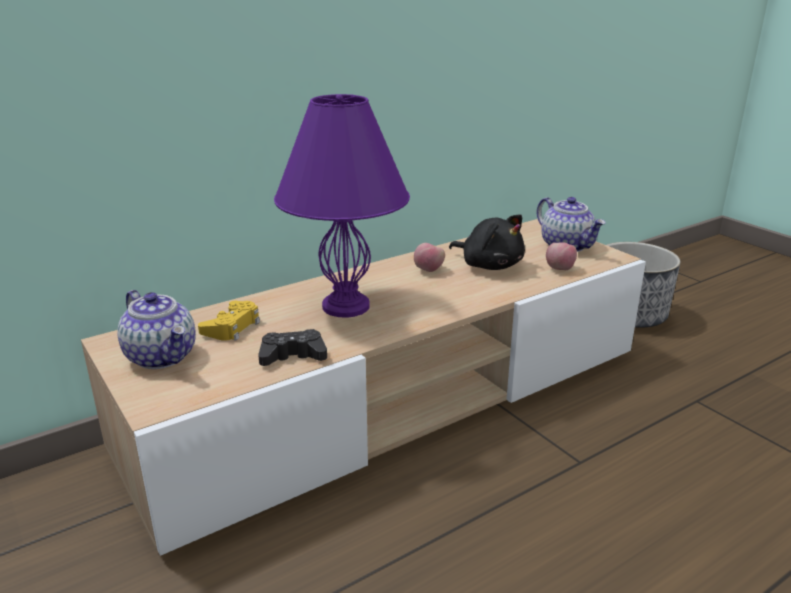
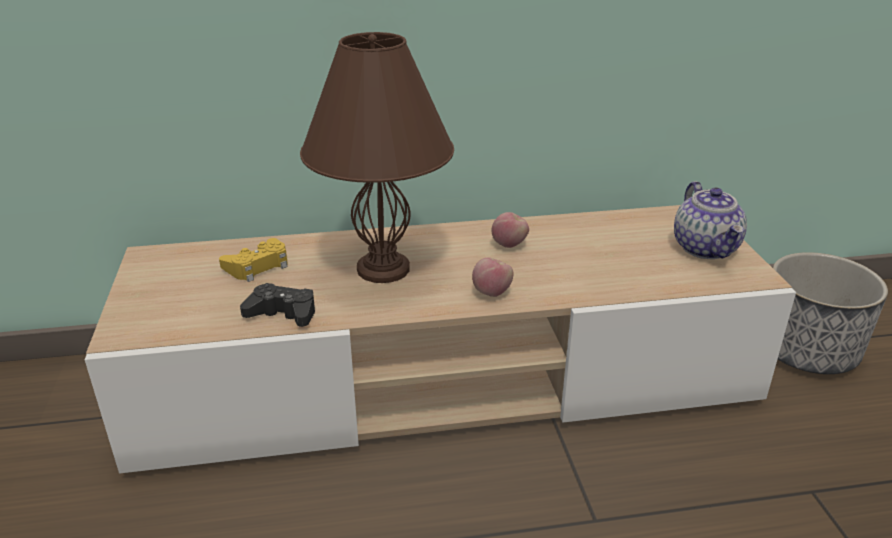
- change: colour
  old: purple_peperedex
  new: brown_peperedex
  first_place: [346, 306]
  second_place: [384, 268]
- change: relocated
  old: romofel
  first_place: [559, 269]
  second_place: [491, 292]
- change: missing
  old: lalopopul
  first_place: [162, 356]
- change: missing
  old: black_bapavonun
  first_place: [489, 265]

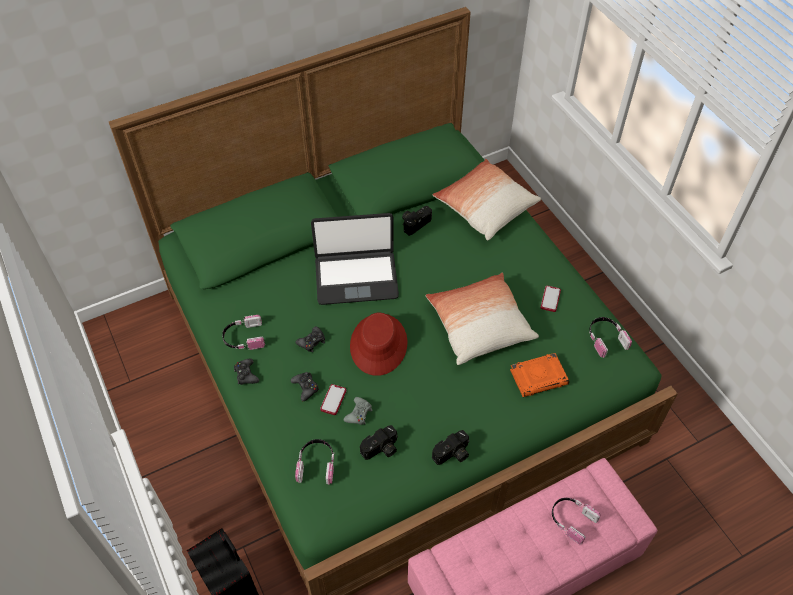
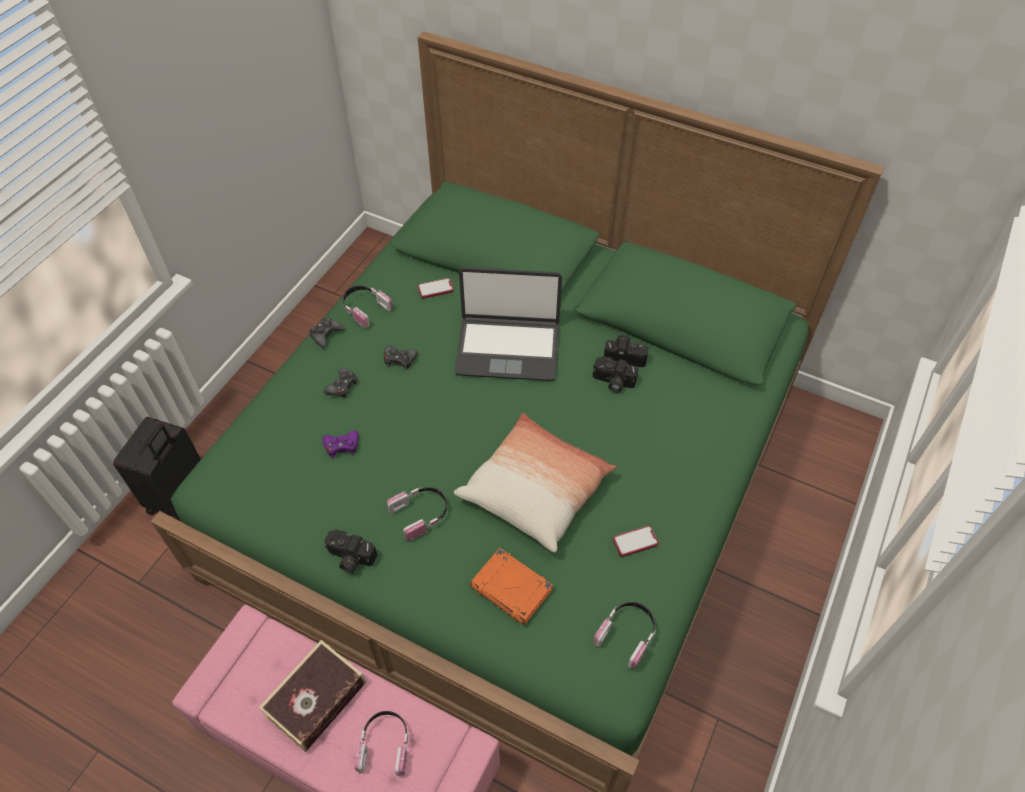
- change: appeared
  new: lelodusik
  second_place: [316, 699]
- change: colour
  old: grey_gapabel
  new: purple_gapabel
  first_place: [359, 414]
  second_place: [342, 446]
- change: relocated
  old: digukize
  first_place: [316, 464]
  second_place: [421, 514]
- change: relocated
  old: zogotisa
  first_place: [333, 400]
  second_place: [435, 289]
- change: spun
  old: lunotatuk
  first_place: [356, 277]
  second_place: [508, 348]
  degrees: -45
- change: relocated
  old: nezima
  first_place: [381, 449]
  second_place: [612, 382]
- change: missing
  old: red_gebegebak
  first_place: [379, 345]
- change: missing
  old: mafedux
  first_place: [485, 208]

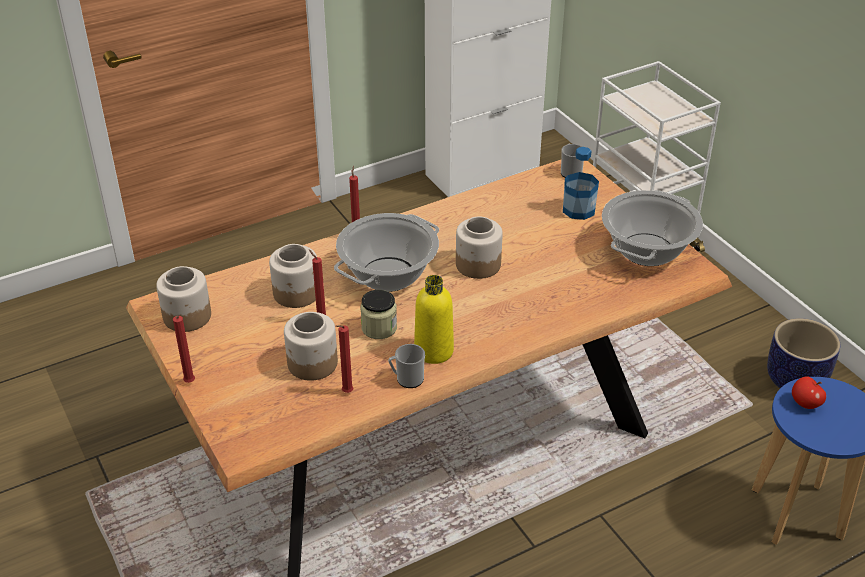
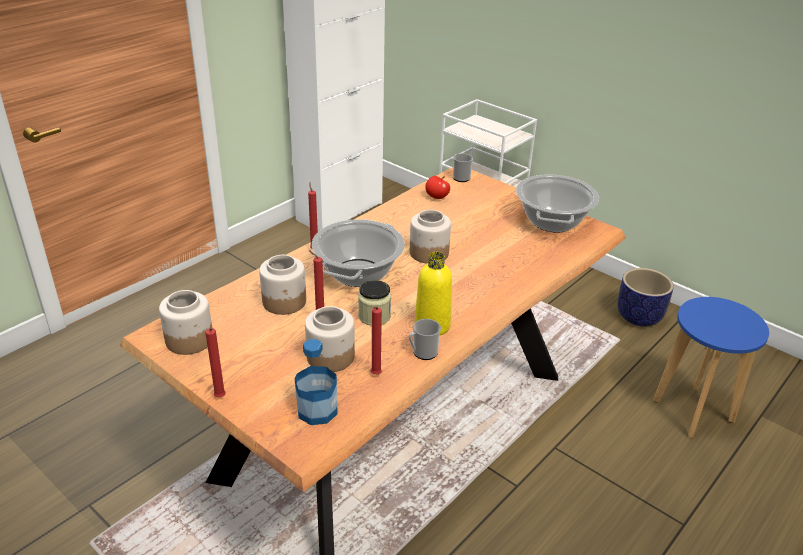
- change: relocated
  old: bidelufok
  first_place: [578, 210]
  second_place: [317, 410]
- change: relocated
  old: romofel
  first_place: [805, 403]
  second_place: [436, 197]

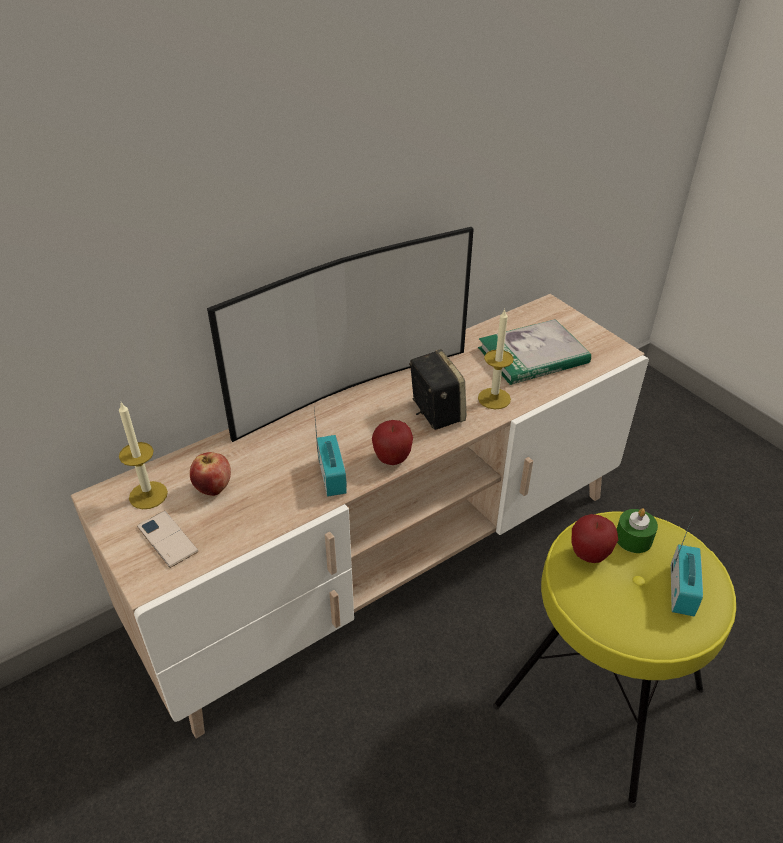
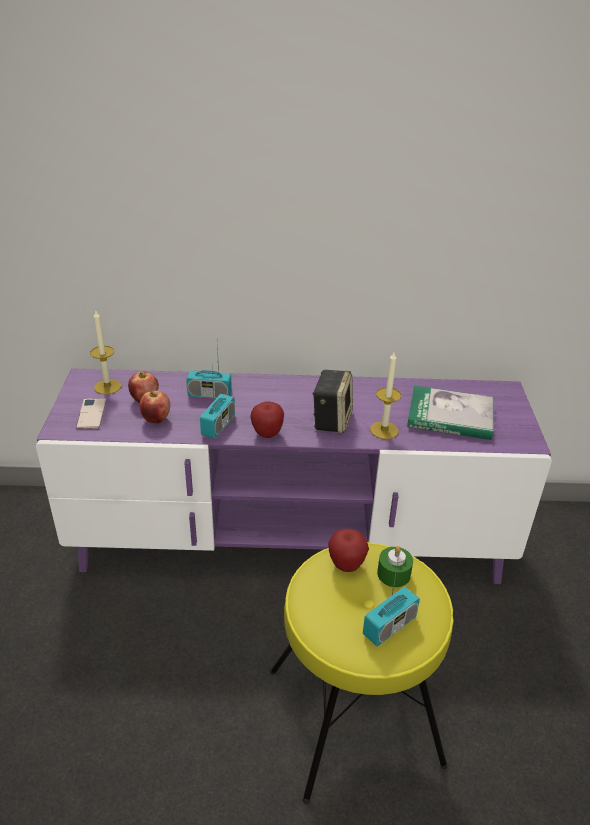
- change: colour
  old: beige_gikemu
  new: purple_gikemu
  first_place: [390, 562]
  second_place: [291, 539]
- change: appeared
  new: romofel
  second_place: [156, 419]
- change: appeared
  new: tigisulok
  second_place: [209, 394]
- change: missing
  old: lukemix
  first_place: [349, 387]

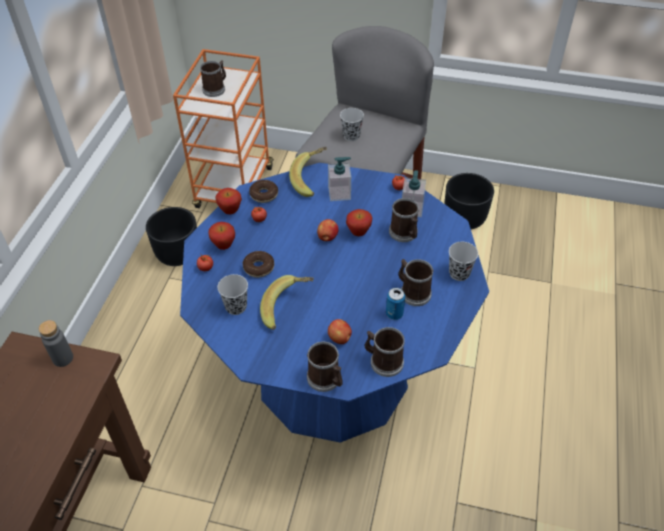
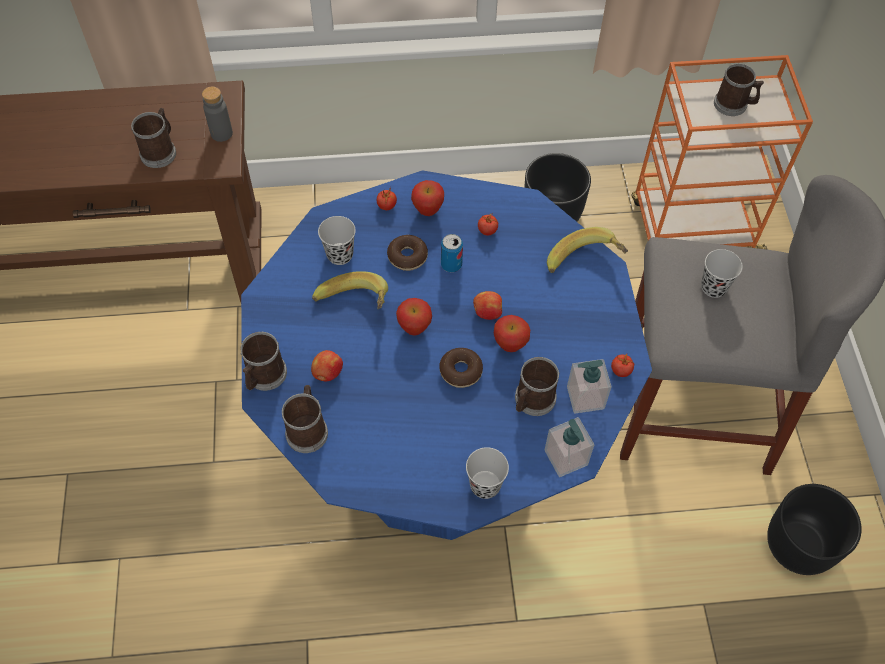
- change: relocated
  old: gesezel
  first_place: [412, 292]
  second_place: [160, 151]
- change: relocated
  old: romofel
  first_place: [230, 211]
  second_place: [414, 328]
- change: relocated
  old: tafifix
  first_place: [264, 195]
  second_place: [460, 371]
- change: relocated
  old: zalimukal
  first_place: [394, 314]
  second_place: [451, 265]
- change: relocated
  old: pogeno
  first_place: [339, 193]
  second_place: [566, 458]

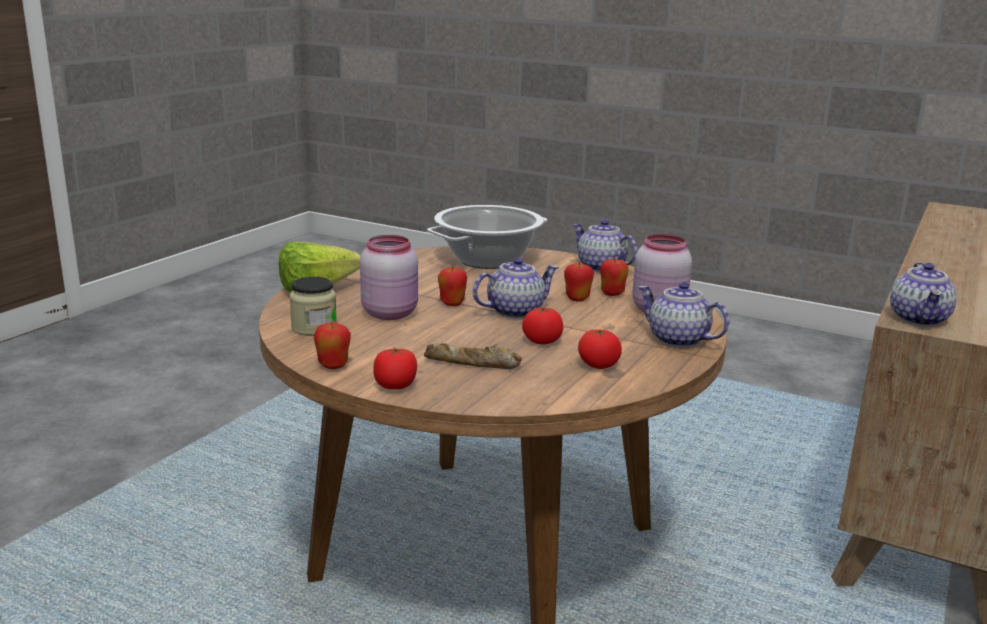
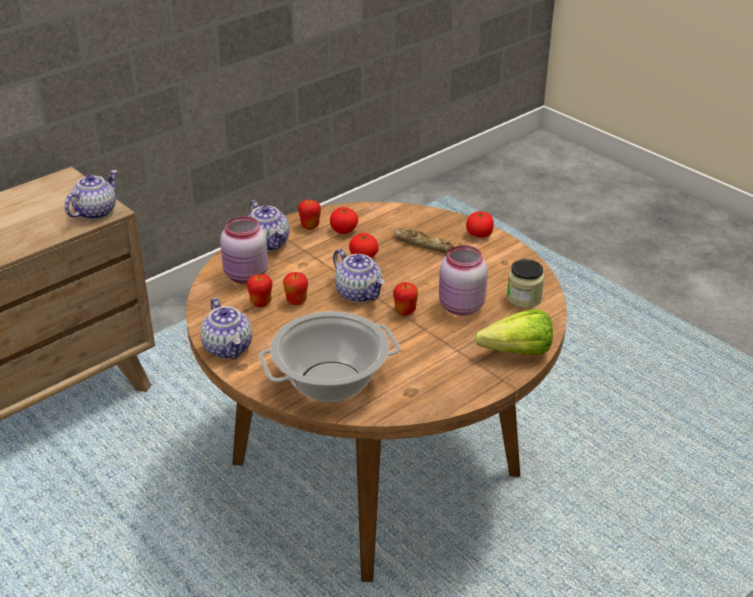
- change: relocated
  old: romofel
  first_place: [333, 366]
  second_place: [310, 226]
- change: spun
  old: lalopopul
  first_place: [515, 311]
  second_place: [359, 293]
  degrees: -120

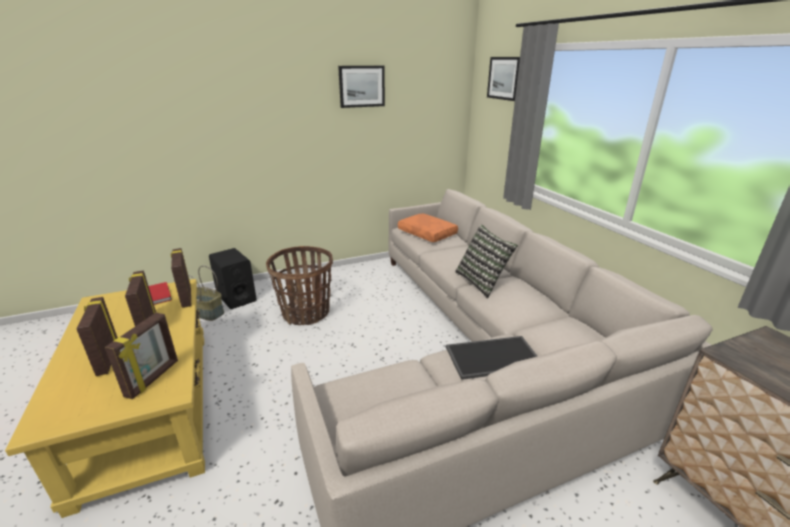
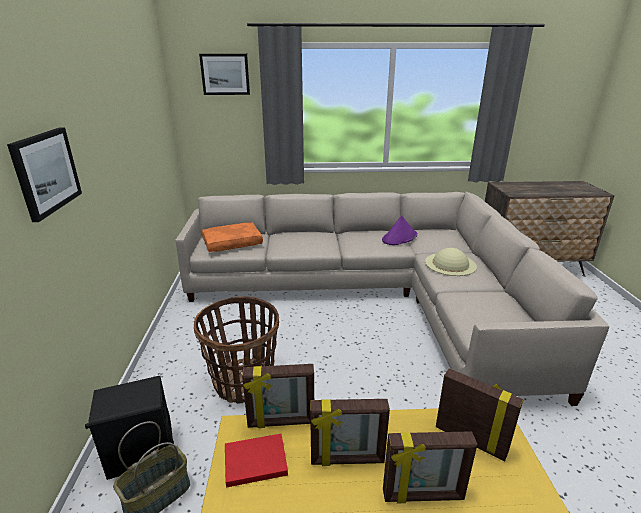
- change: relocated
  old: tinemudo
  first_place: [361, 86]
  second_place: [46, 172]
- change: appeared
  new: purple_gebegebak
  second_place: [399, 238]
- change: exchanged
  old: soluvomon
  new: beige_gebegebak
  first_place: [493, 358]
  second_place: [450, 264]
- change: missing
  old: mafedux
  first_place: [482, 282]

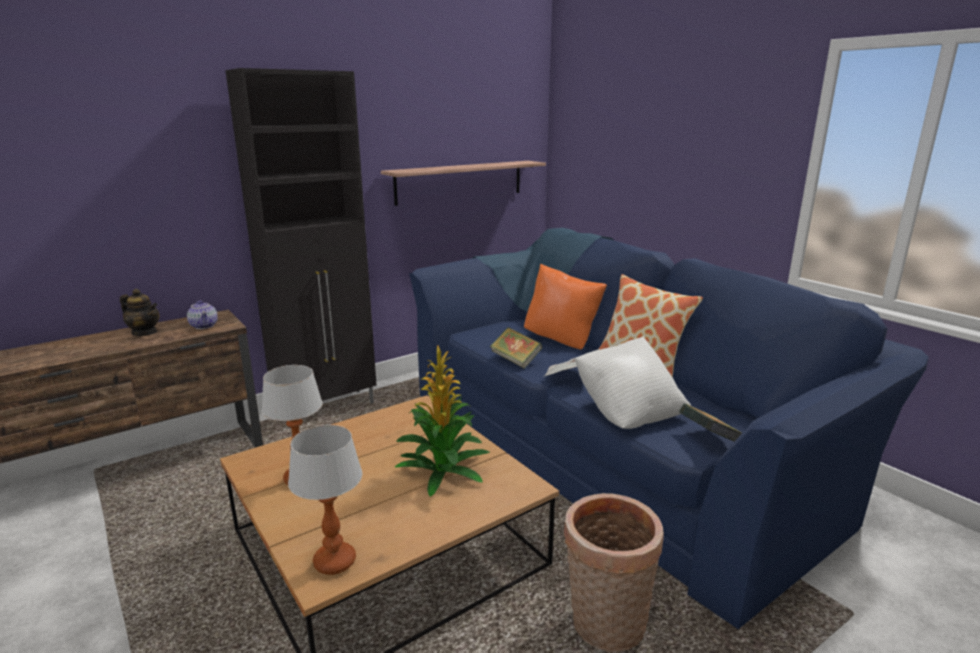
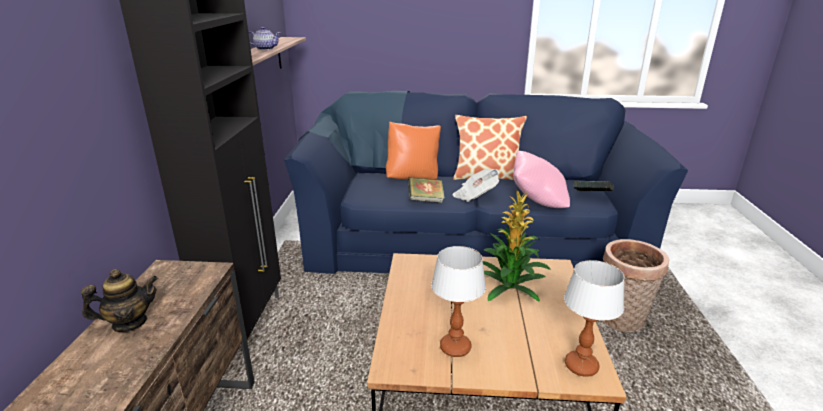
- change: relocated
  old: lalopopul
  first_place: [204, 325]
  second_place: [265, 49]
- change: colour
  old: white_mafedux
  new: pink_mafedux
  first_place: [628, 412]
  second_place: [538, 201]

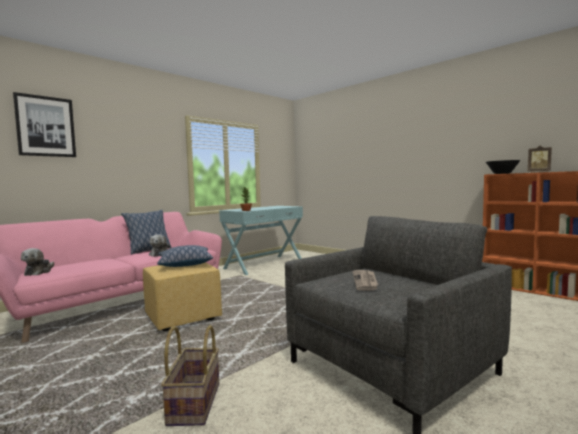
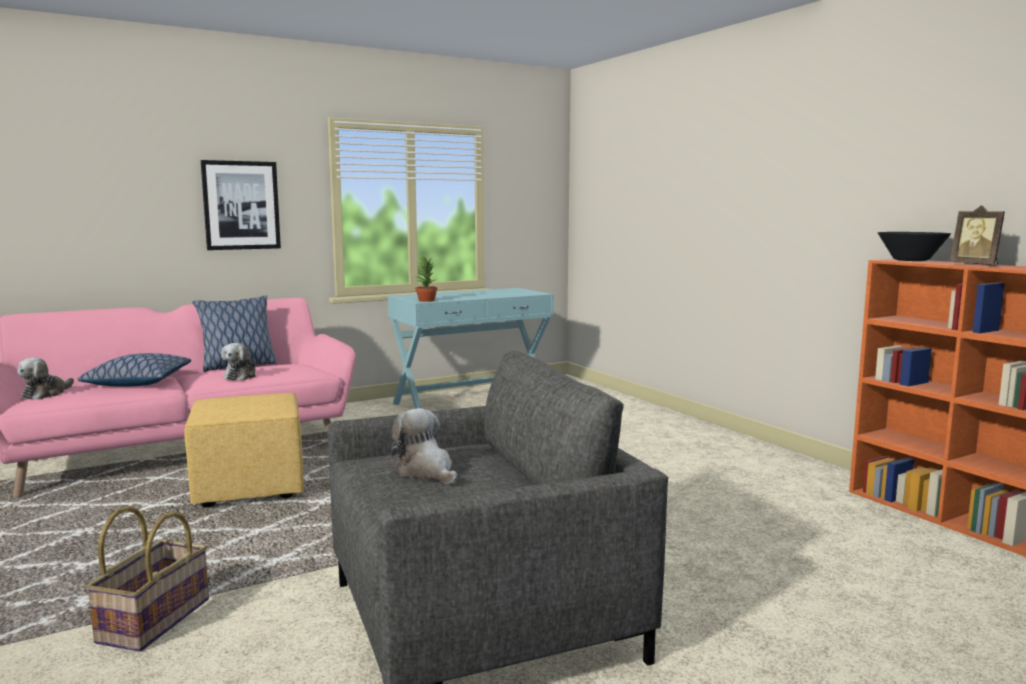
- change: relocated
  old: mafedux
  first_place: [184, 264]
  second_place: [137, 382]
- change: relocated
  old: tinemudo
  first_place: [46, 126]
  second_place: [241, 205]
- change: exchanged
  old: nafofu
  new: bapavonun
  first_place: [365, 281]
  second_place: [426, 472]

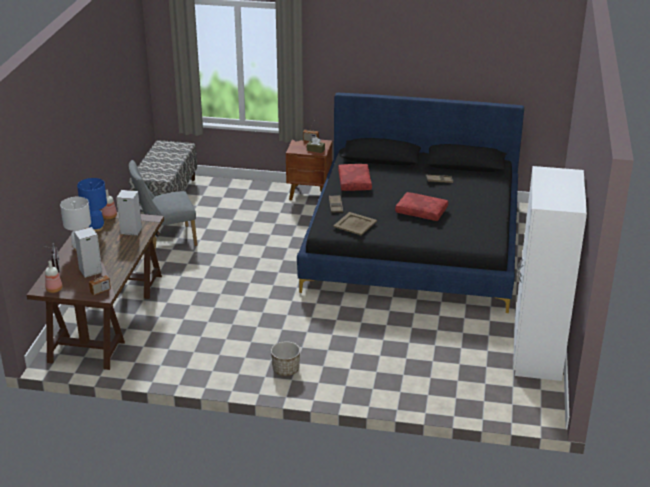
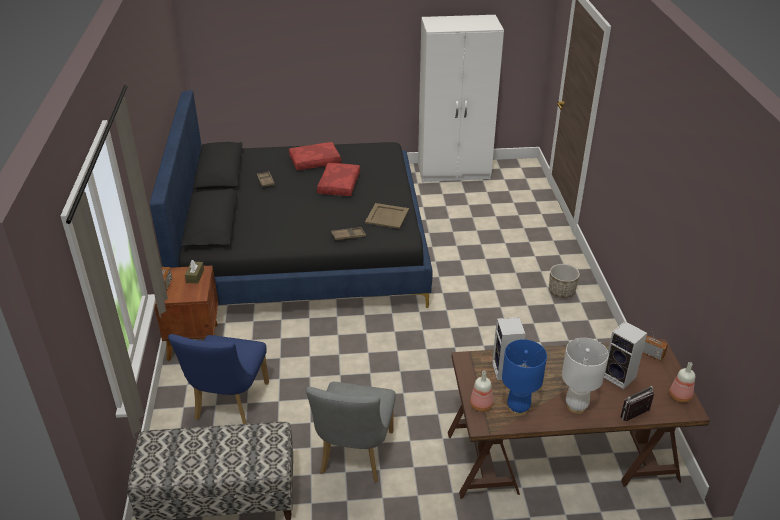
- change: appeared
  new: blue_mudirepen
  second_place: [229, 405]
- change: relocated
  old: red_mafedux
  first_place: [353, 182]
  second_place: [314, 162]
- change: spun
  old: grey_mudirepen
  first_place: [166, 240]
  second_place: [354, 457]
  degrees: 45

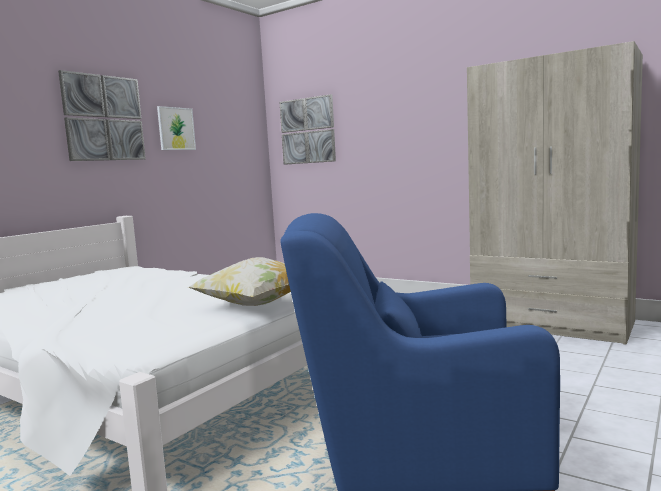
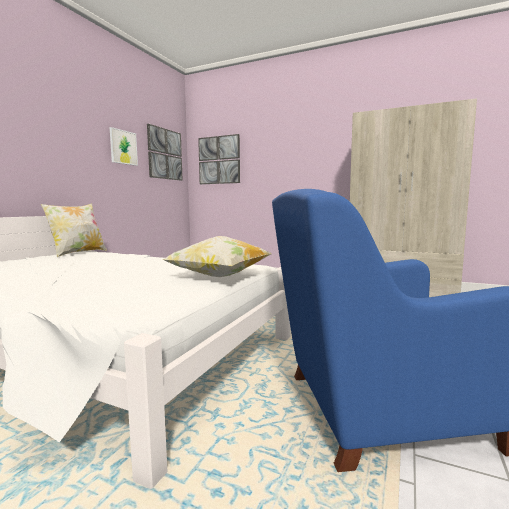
- change: appeared
  new: mafedux
  second_place: [78, 253]
- change: relocated
  old: tinemudo
  first_place: [104, 118]
  second_place: [165, 154]

